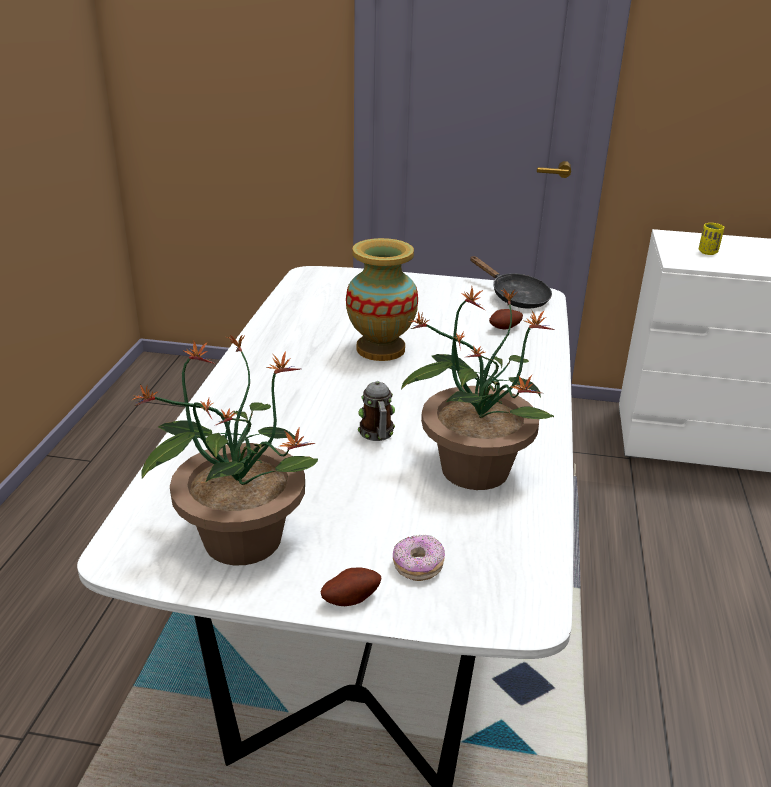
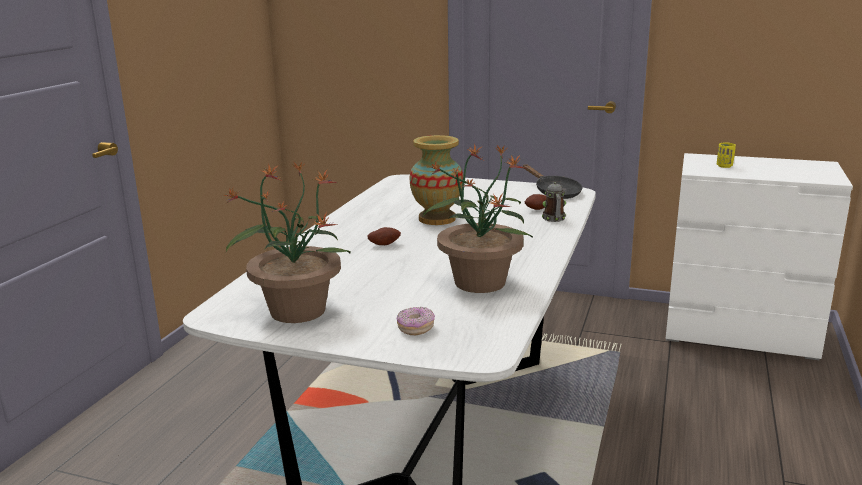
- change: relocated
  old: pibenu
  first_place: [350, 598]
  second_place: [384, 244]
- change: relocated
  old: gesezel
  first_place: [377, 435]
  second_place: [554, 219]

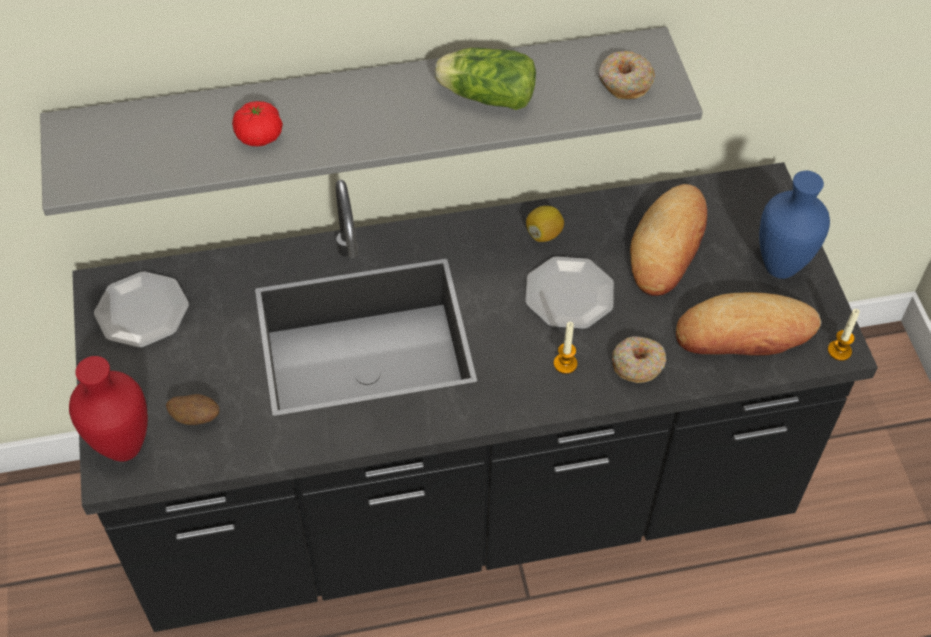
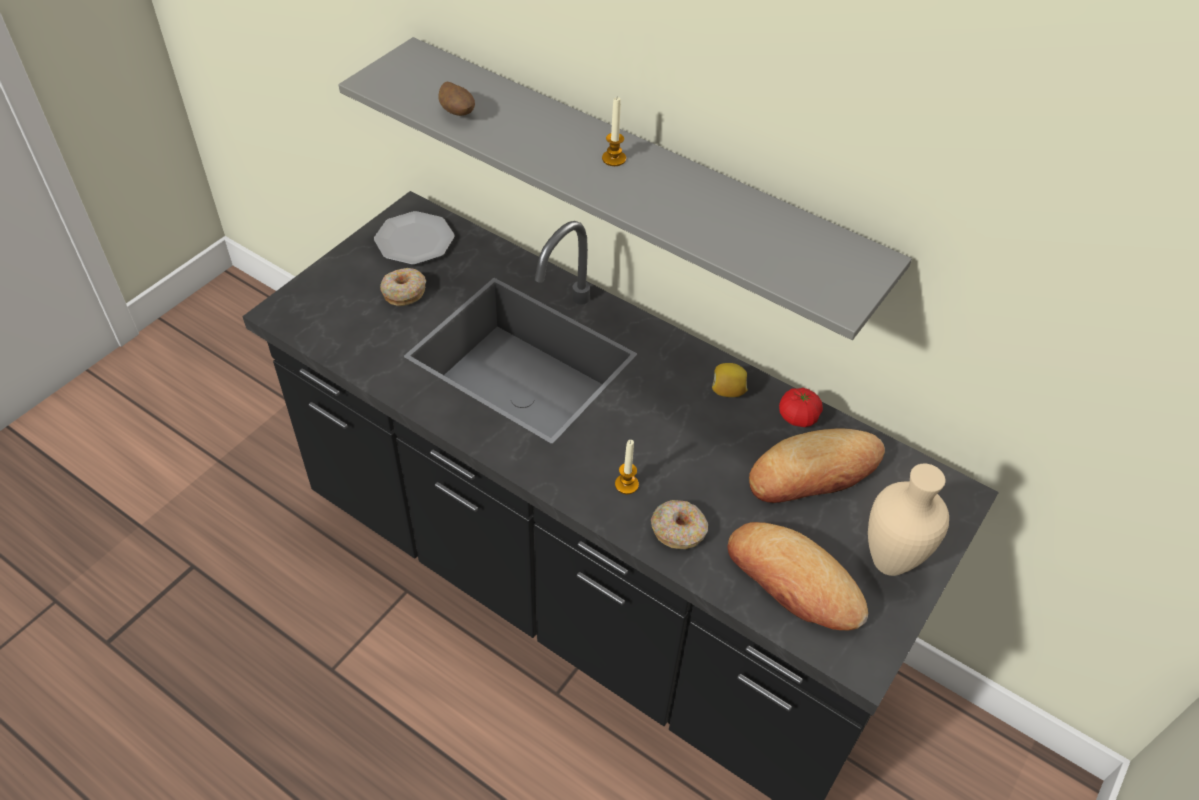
- change: relocated
  old: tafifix
  first_place: [624, 82]
  second_place: [404, 292]
- change: relocated
  old: pibenu
  first_place: [196, 417]
  second_place: [457, 113]
- change: relocated
  old: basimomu
  first_place: [839, 351]
  second_place: [614, 159]
- change: relocated
  old: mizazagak
  first_place: [259, 136]
  second_place: [798, 417]
- change: colour
  old: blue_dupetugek
  new: beige_dupetugek
  first_place: [782, 267]
  second_place: [891, 563]
- change: missing
  old: red_dupetugek
  first_place: [122, 447]
- change: missing
  old: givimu
  first_place: [484, 95]
- change: missing
  old: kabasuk
  first_place: [568, 294]

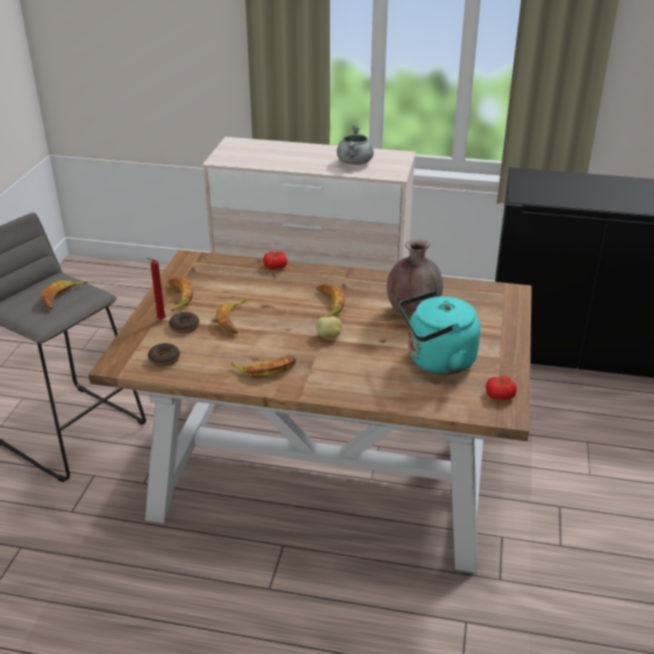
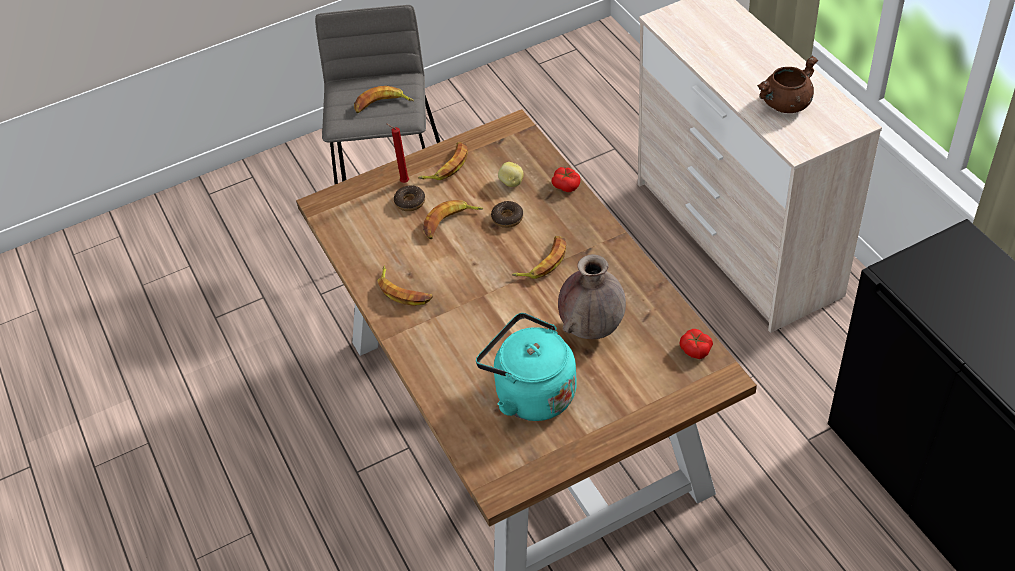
- change: relocated
  old: tafifix
  first_place: [164, 359]
  second_place: [507, 218]
- change: relocated
  old: pibenu
  first_place: [329, 336]
  second_place: [511, 183]
- change: relocated
  old: mizazagak
  first_place: [500, 395]
  second_place: [695, 349]
- change: colour
  old: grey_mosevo
  new: brown_mosevo
  first_place: [355, 162]
  second_place: [785, 104]

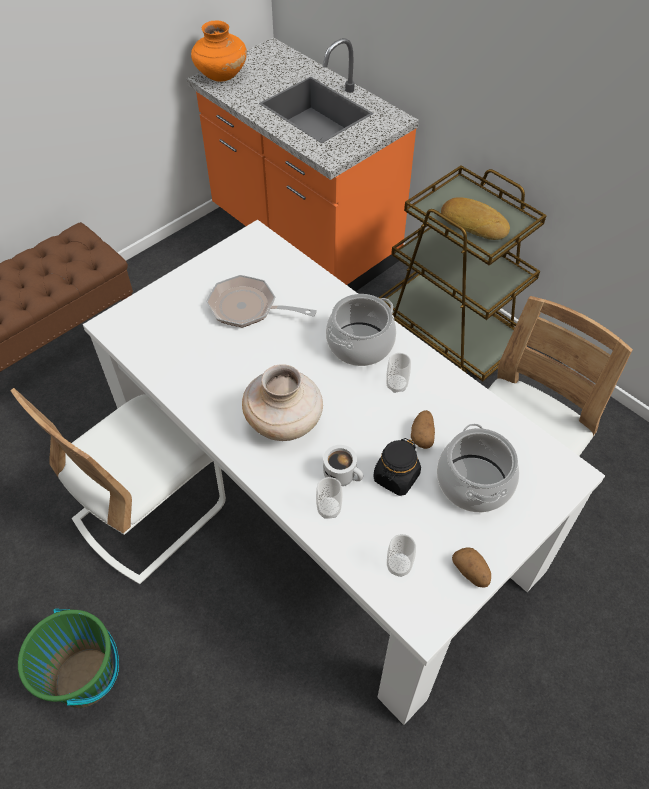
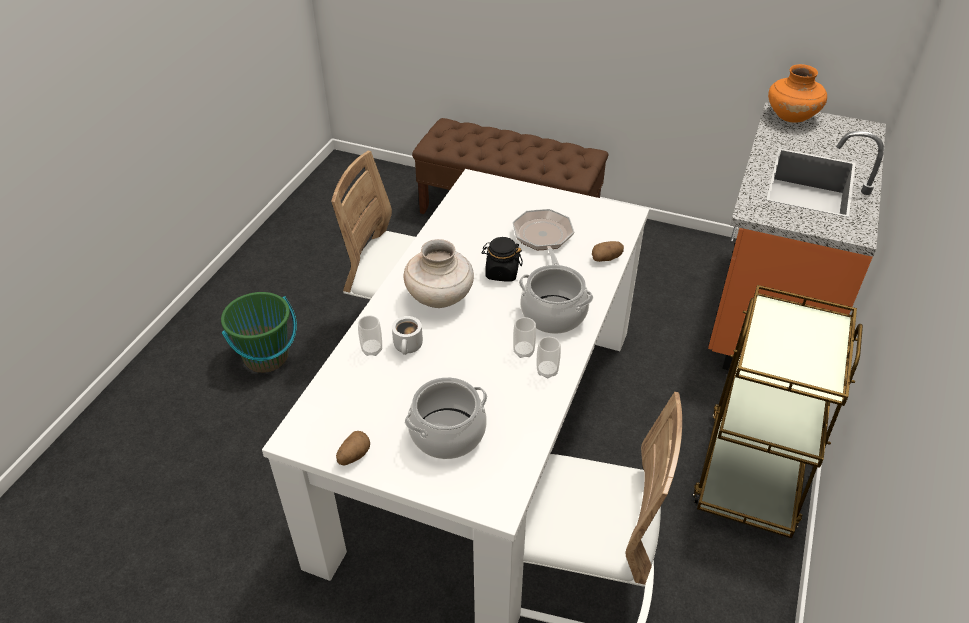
- change: relocated
  old: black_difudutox
  first_place: [396, 477]
  second_place: [501, 272]
- change: relocated
  old: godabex
  first_place: [399, 566]
  second_place: [547, 371]
- change: relocated
  old: pibenu
  first_place: [422, 435]
  second_place: [606, 258]
- change: missing
  old: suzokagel
  first_place: [474, 223]

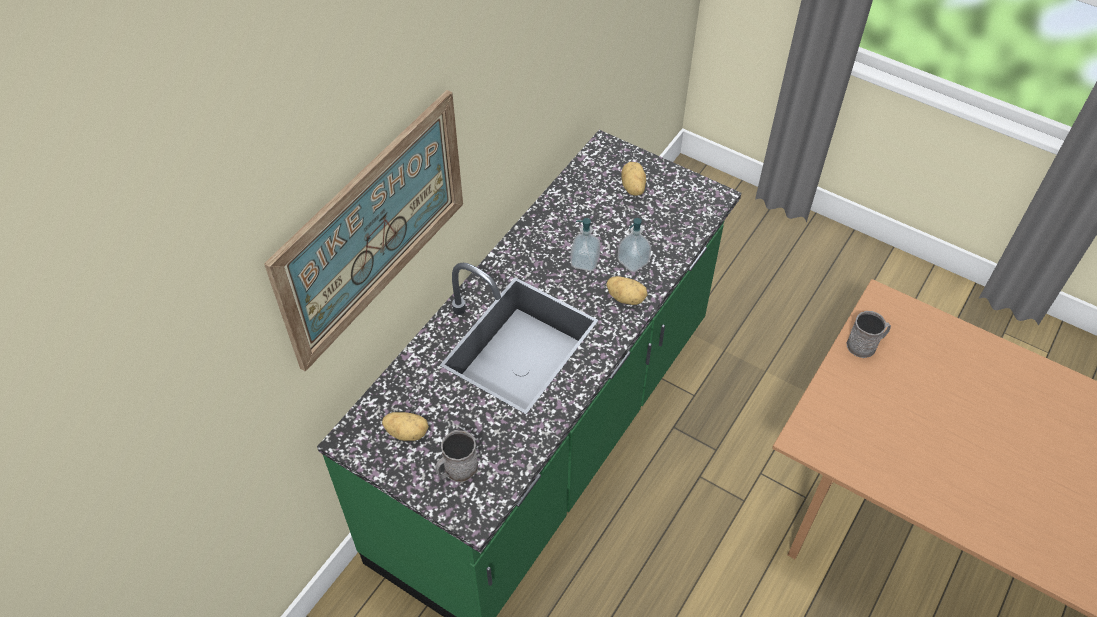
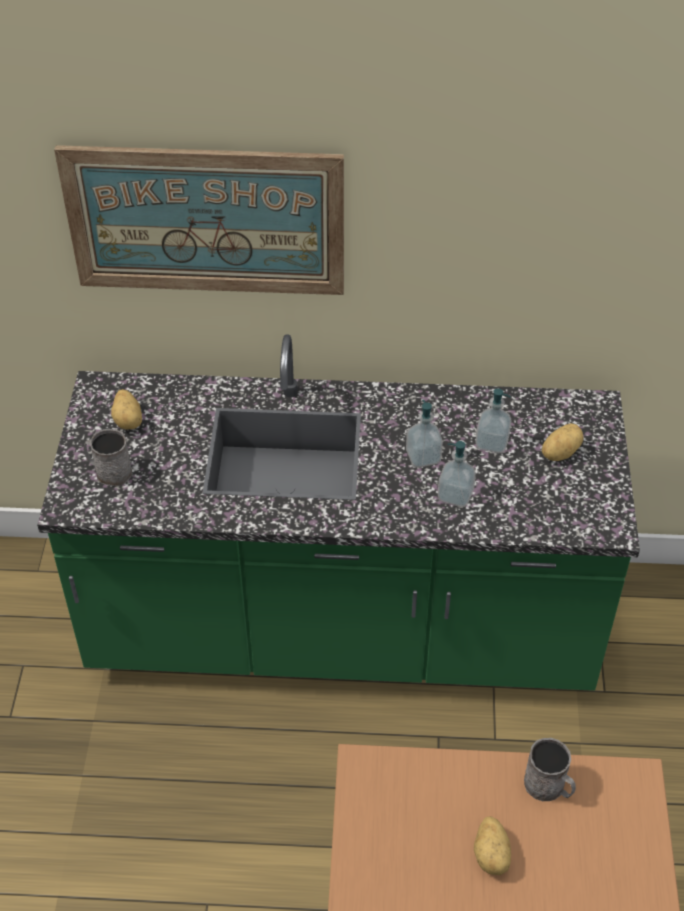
- change: relocated
  old: pibenu
  first_place: [626, 297]
  second_place: [492, 854]
- change: appeared
  new: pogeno
  second_place: [491, 443]

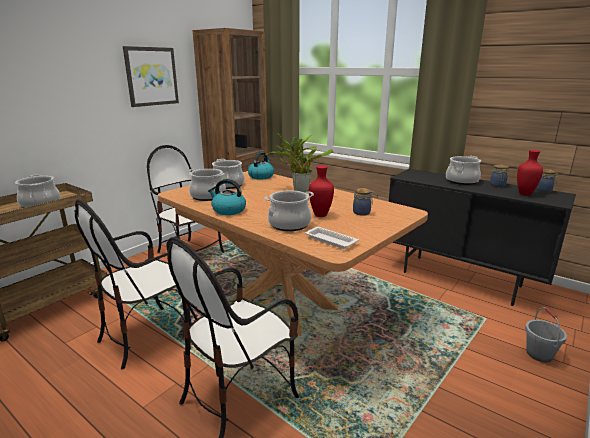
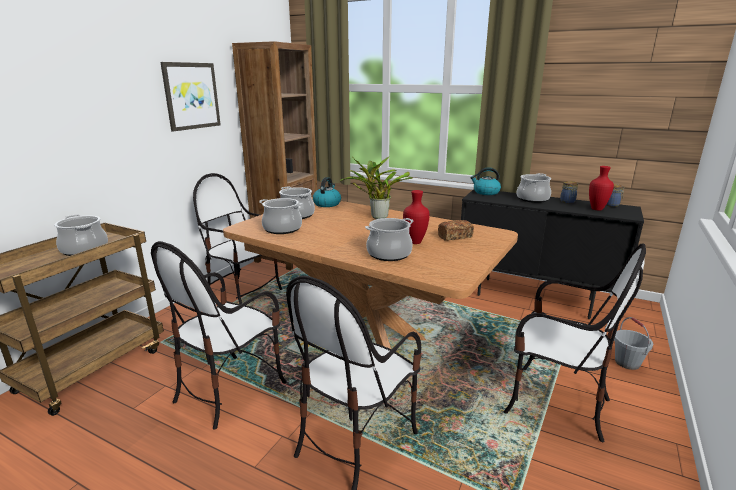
- change: exchanged
  old: difudutox
  new: suzokagel
  first_place: [362, 213]
  second_place: [455, 237]
- change: relocated
  old: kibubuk
  first_place: [228, 210]
  second_place: [485, 192]
- change: appeared
  new: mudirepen
  second_place: [555, 403]
- change: missing
  old: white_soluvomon
  first_place: [330, 240]

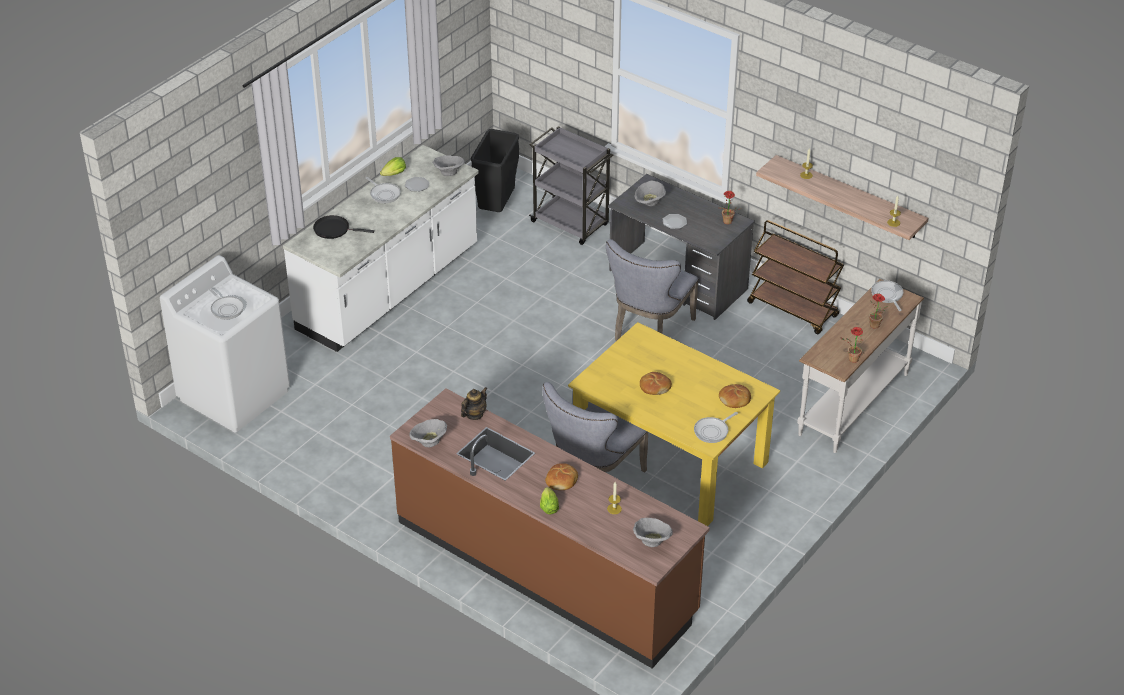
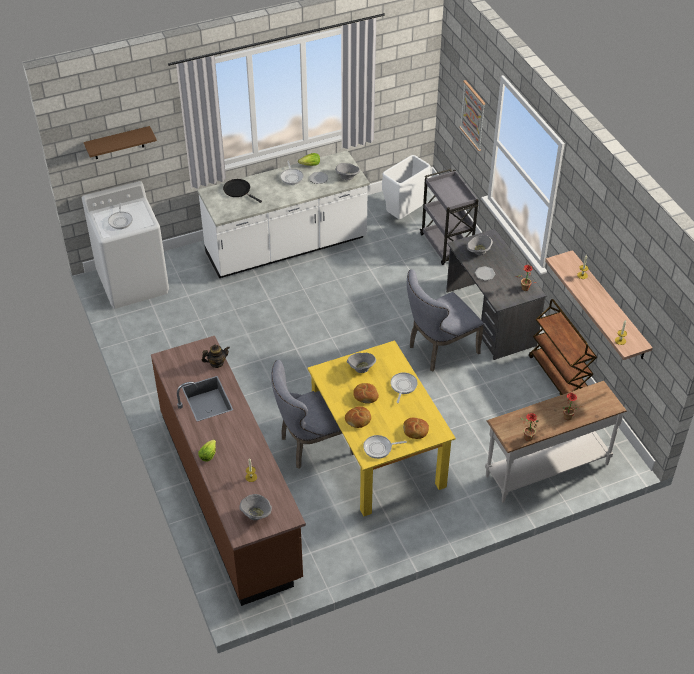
- change: appeared
  new: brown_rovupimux
  second_place: [118, 143]
- change: relocated
  old: suzokagel
  first_place: [562, 481]
  second_place: [358, 420]
- change: relocated
  old: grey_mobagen
  first_place: [429, 442]
  second_place: [361, 368]
- change: colour
  old: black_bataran
  new: white_bataran
  first_place: [497, 208]
  second_place: [404, 215]
- change: relocated
  old: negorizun
  first_place: [887, 295]
  second_place: [403, 386]
- change: appeared
  new: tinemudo
  second_place: [473, 115]

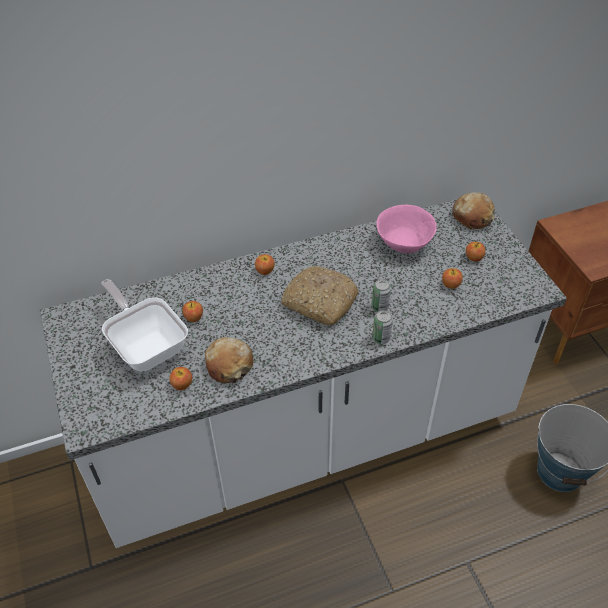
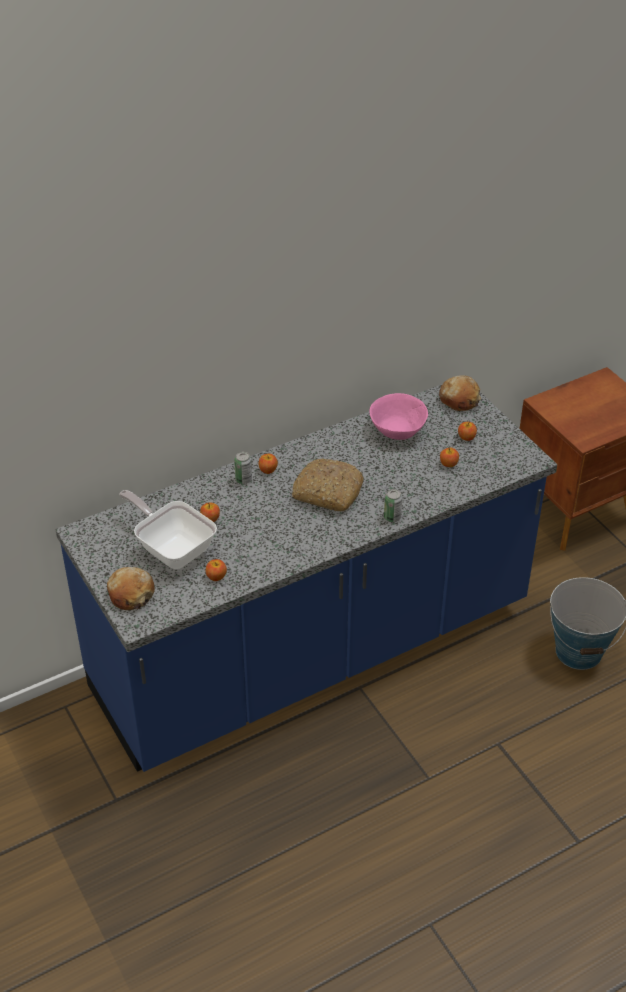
- change: colour
  old: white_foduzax
  new: blue_foduzax
  first_place: [305, 436]
  second_place: [313, 651]
- change: relocated
  old: suzokagel
  first_place: [229, 365]
  second_place: [131, 594]
- change: relocated
  old: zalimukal
  first_place: [380, 307]
  second_place: [243, 479]

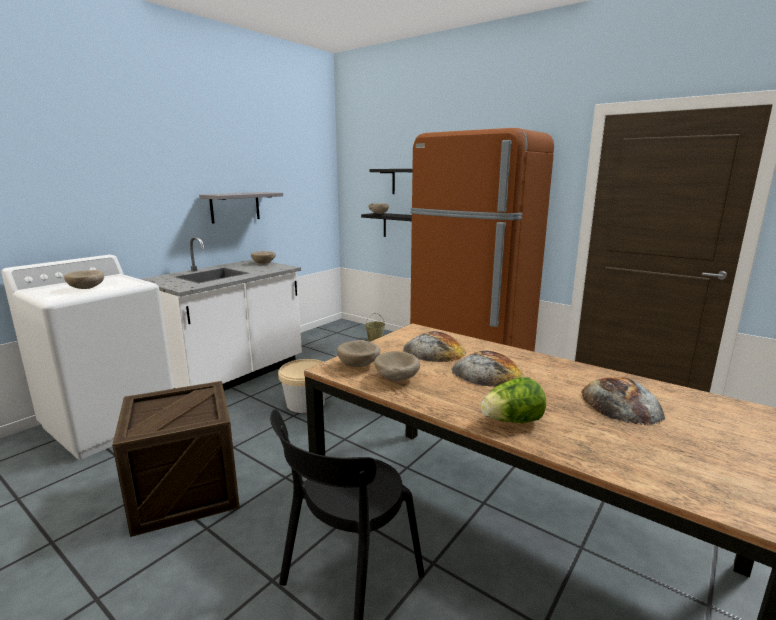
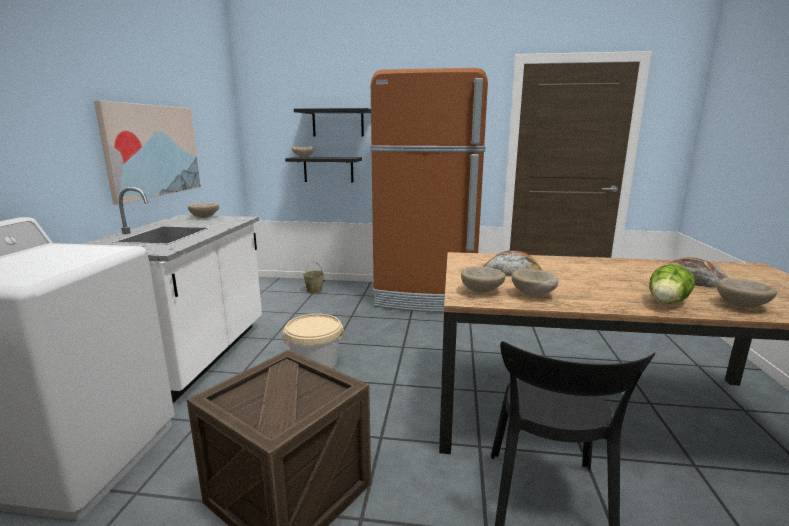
- change: exchanged
  old: grey_rovupimux
  new: tinemudo
  first_place: [235, 207]
  second_place: [152, 150]
- change: relocated
  old: beige_mobagen
  first_place: [87, 288]
  second_place: [742, 305]
- change: missing
  old: suzokagel
  first_place: [486, 373]

